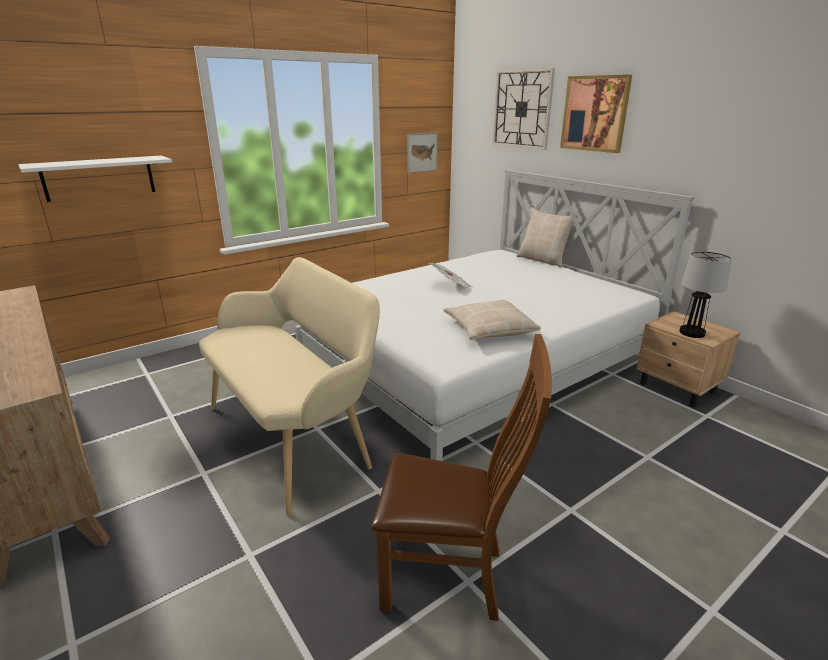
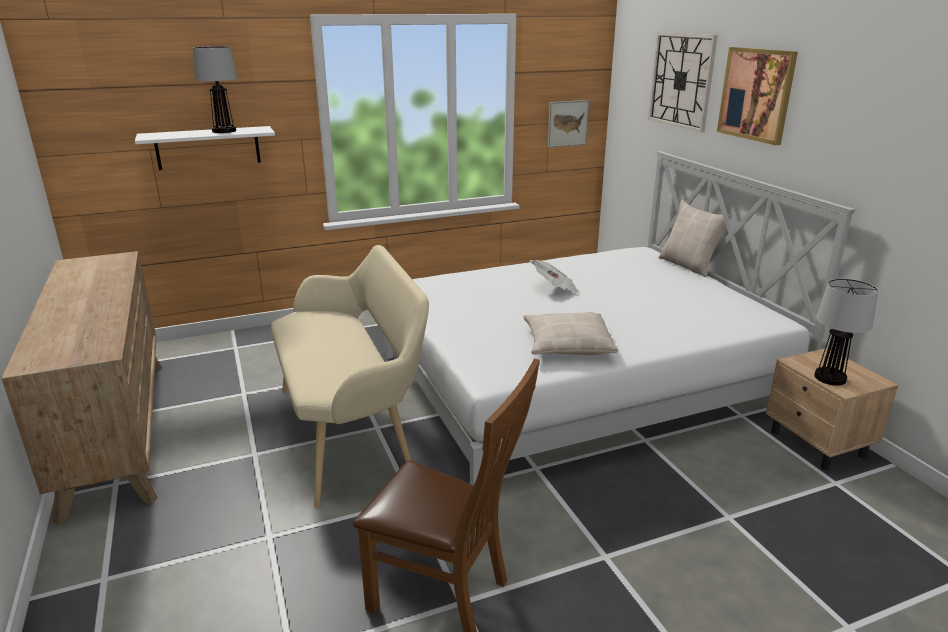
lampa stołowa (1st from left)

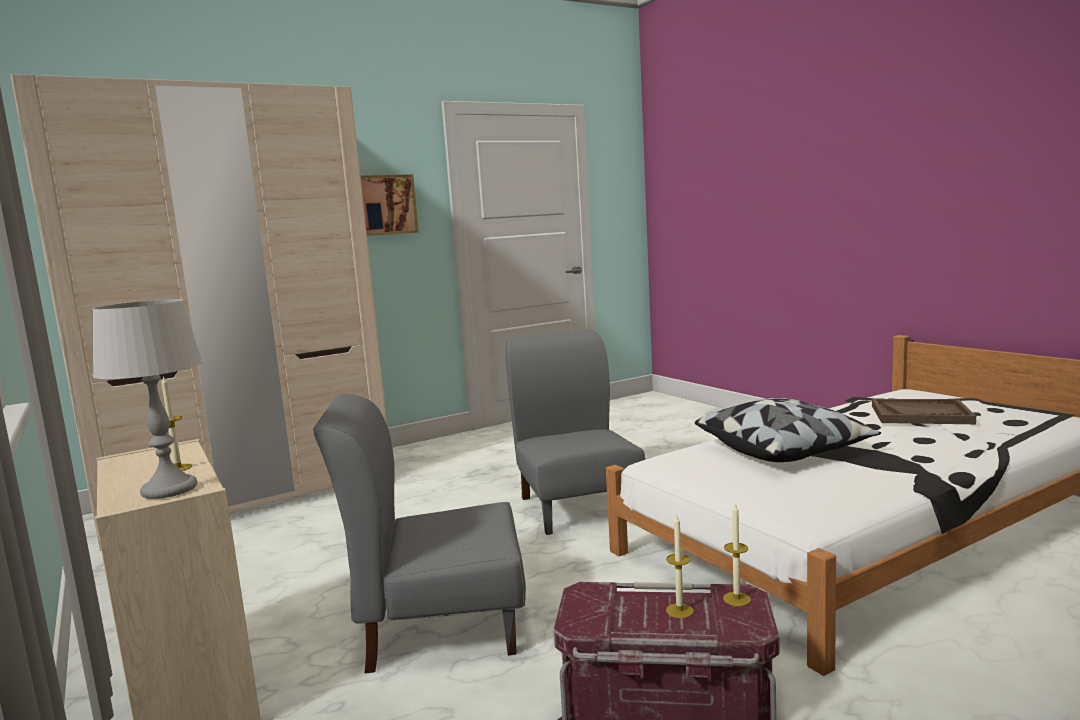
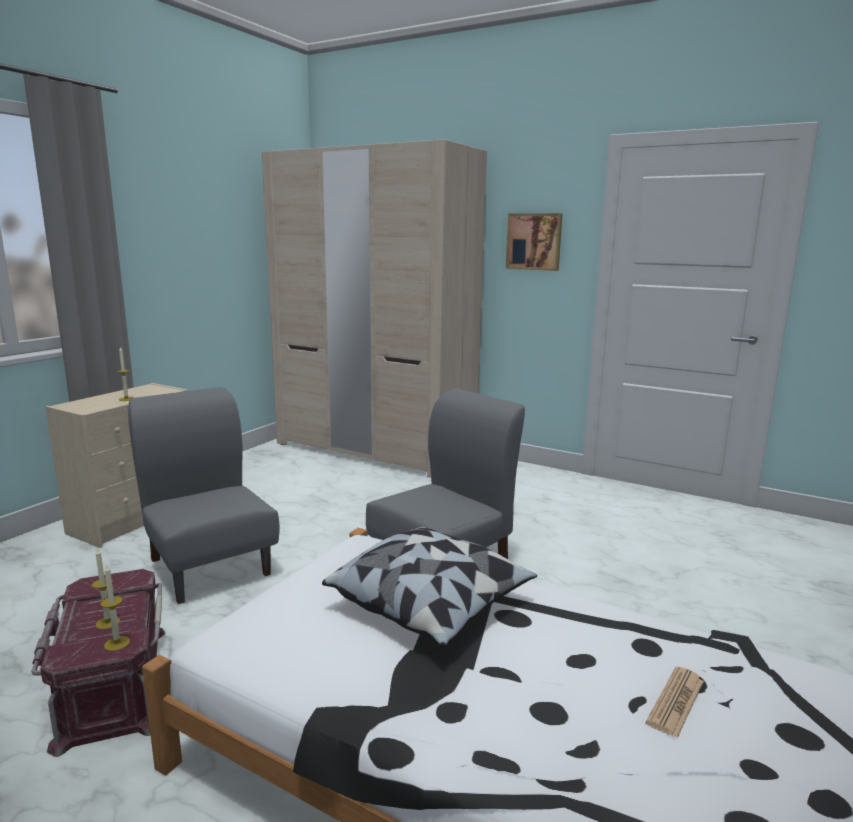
lampa stołowa (szary)
gazeta

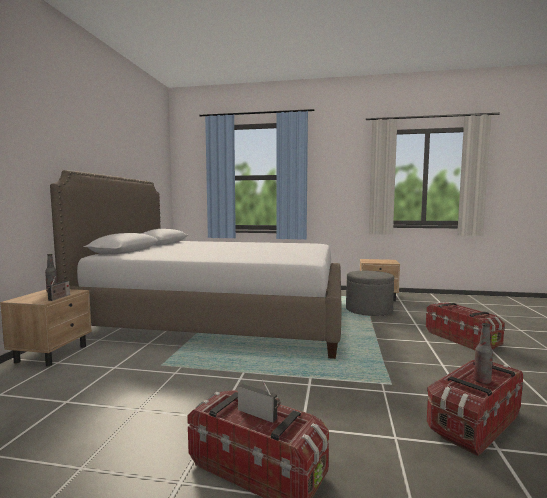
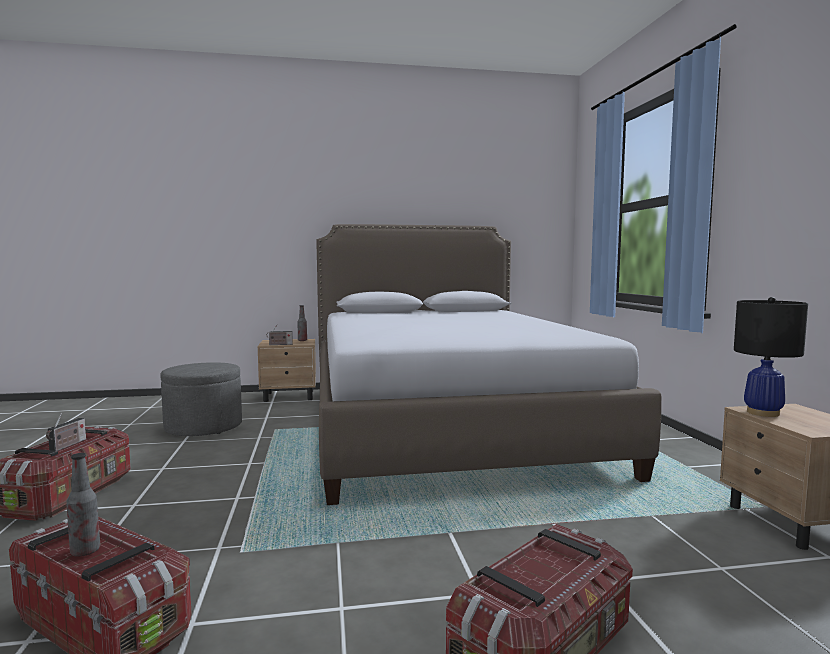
lampa stołowa (czarny)
pufa (szary)

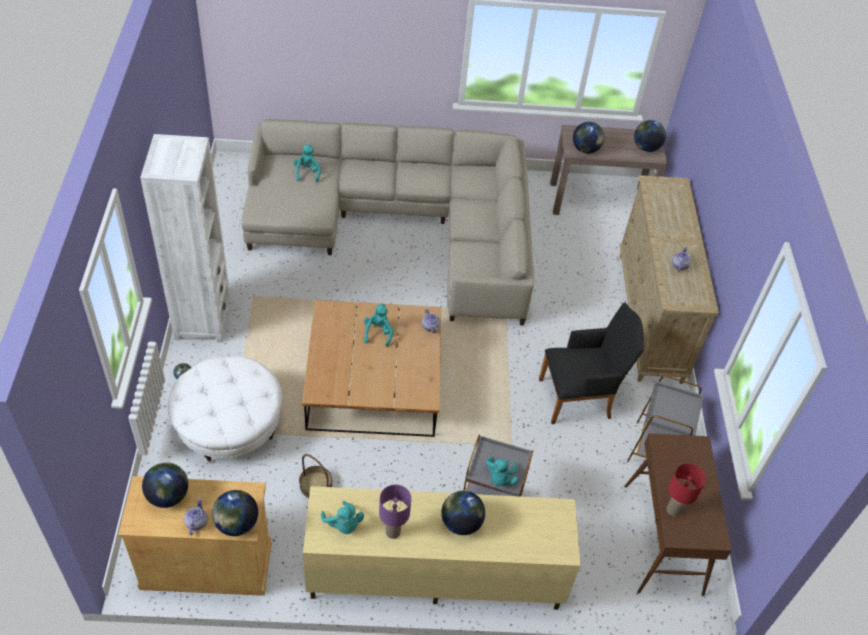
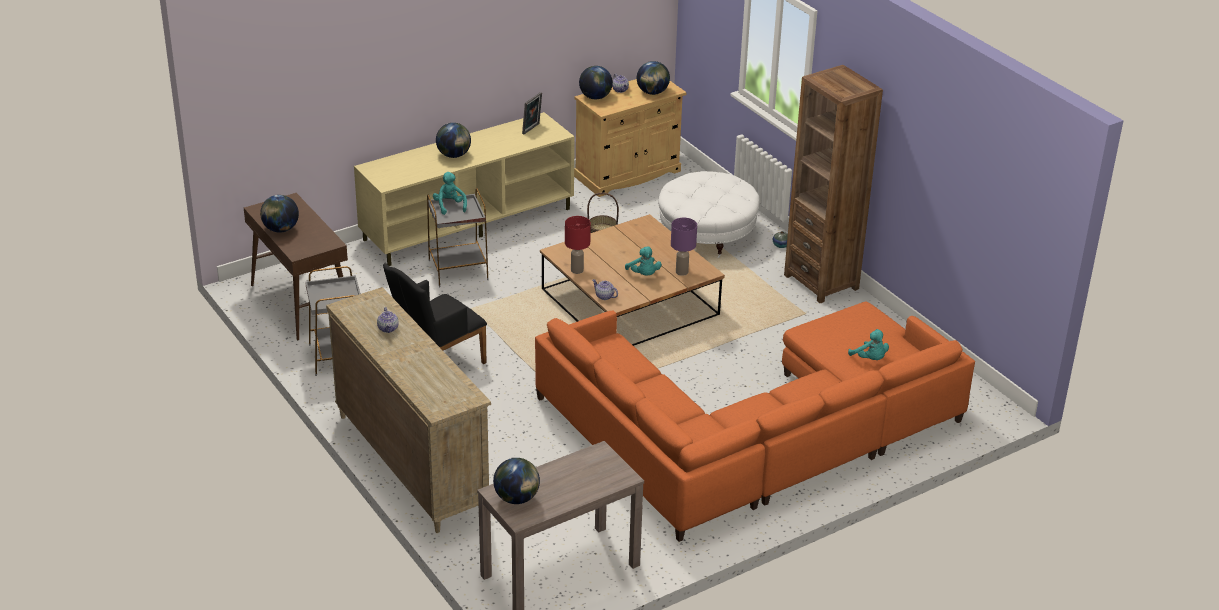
lampa stołowa (fioletowy)
globus (1st from left)
lampa stołowa (czerwony)
ramka na zdjęcie
regał (brązowy)
kanapa (pomarańczowy)

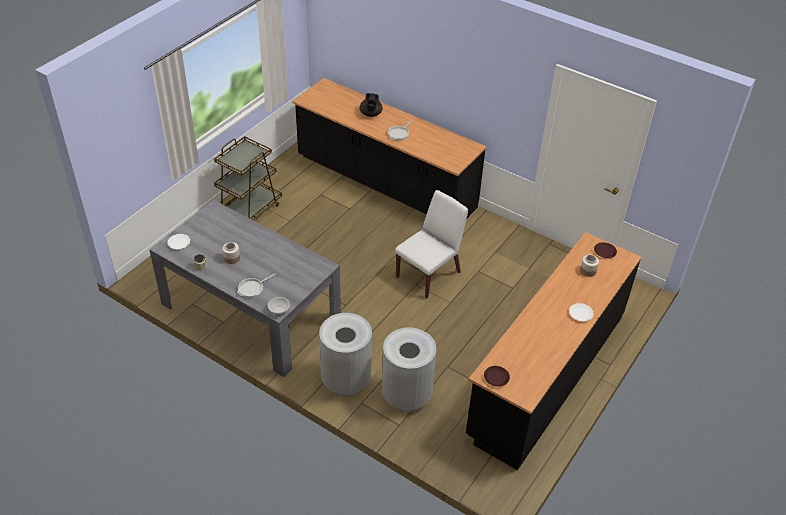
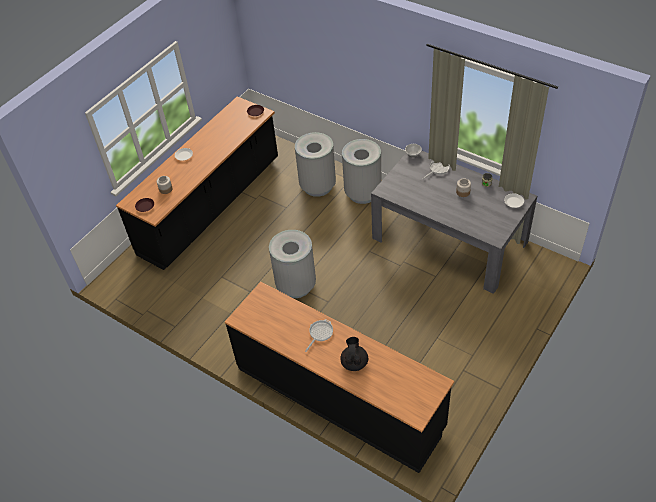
wózek (brązowy)
kosz na śmieci (szary) (1st from left)

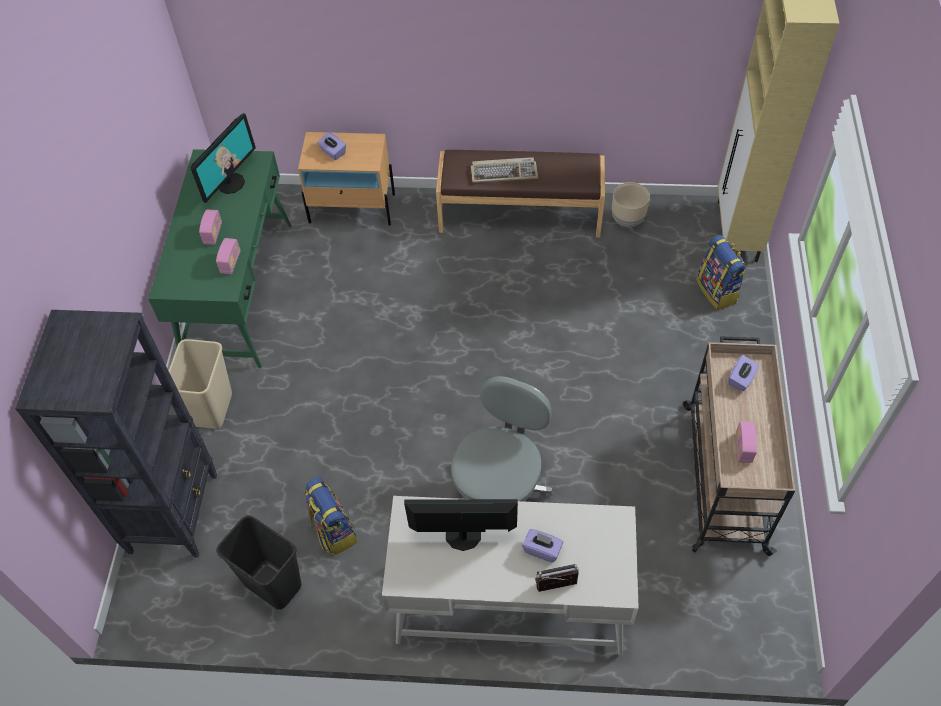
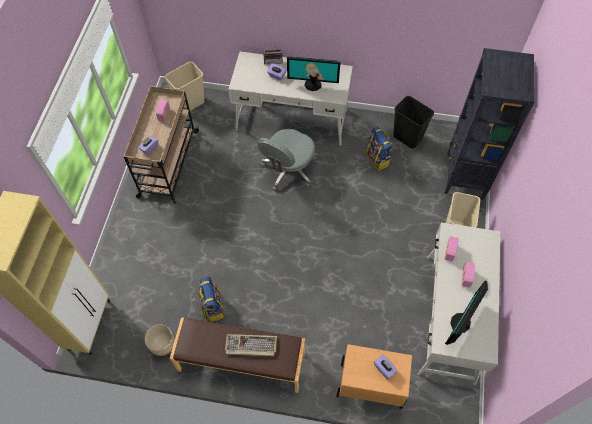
kosz na śmieci (beżowy) (1st from left)
plecak (1st from left)
biurko (biały) (2nd from left)

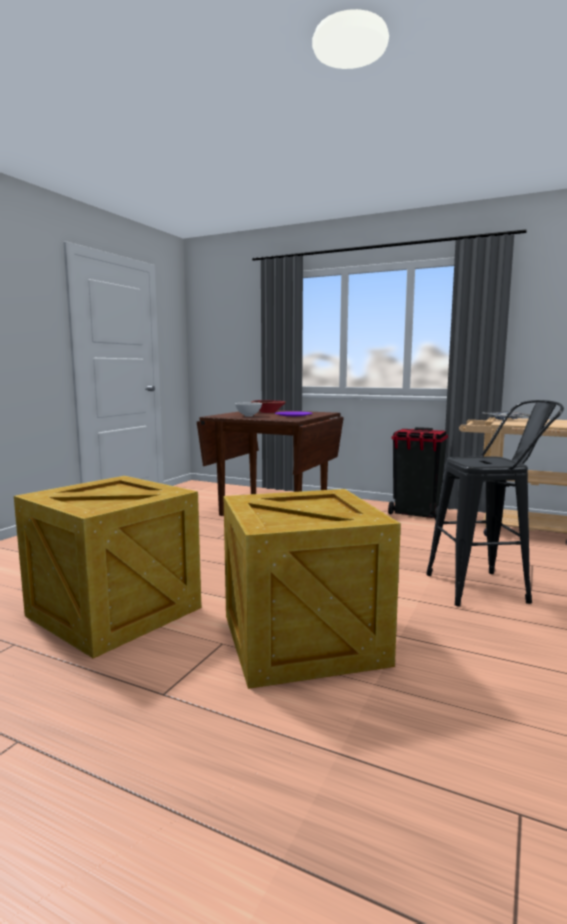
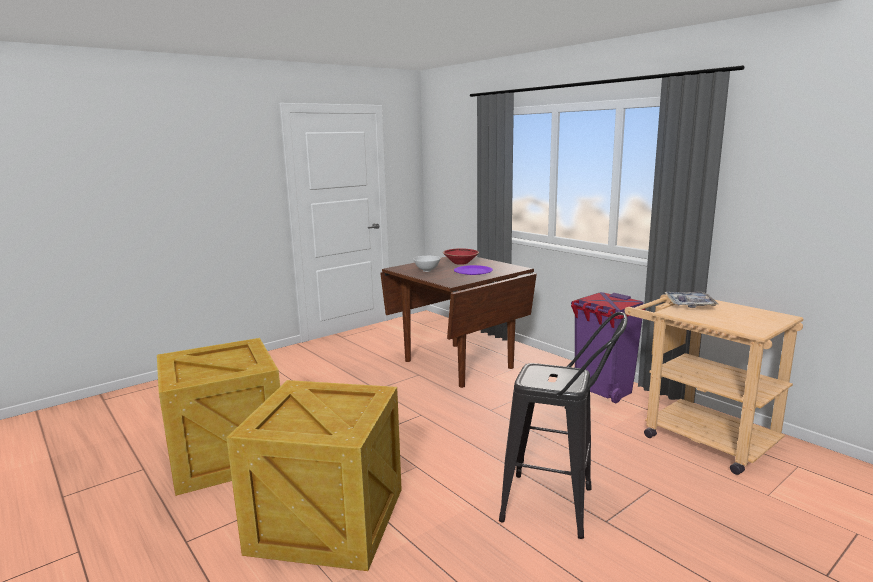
kosz na śmieci (fioletowy)

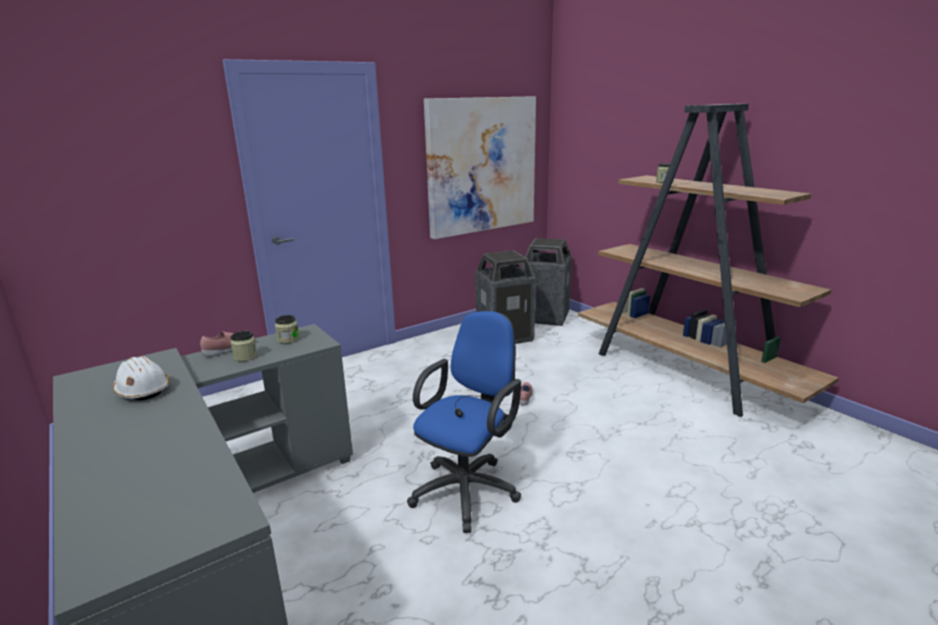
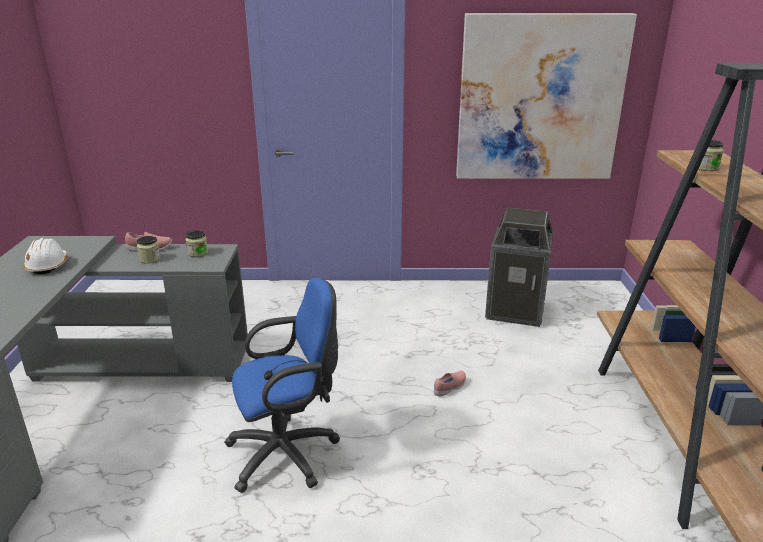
kosz na śmieci (2nd from left in the first image)

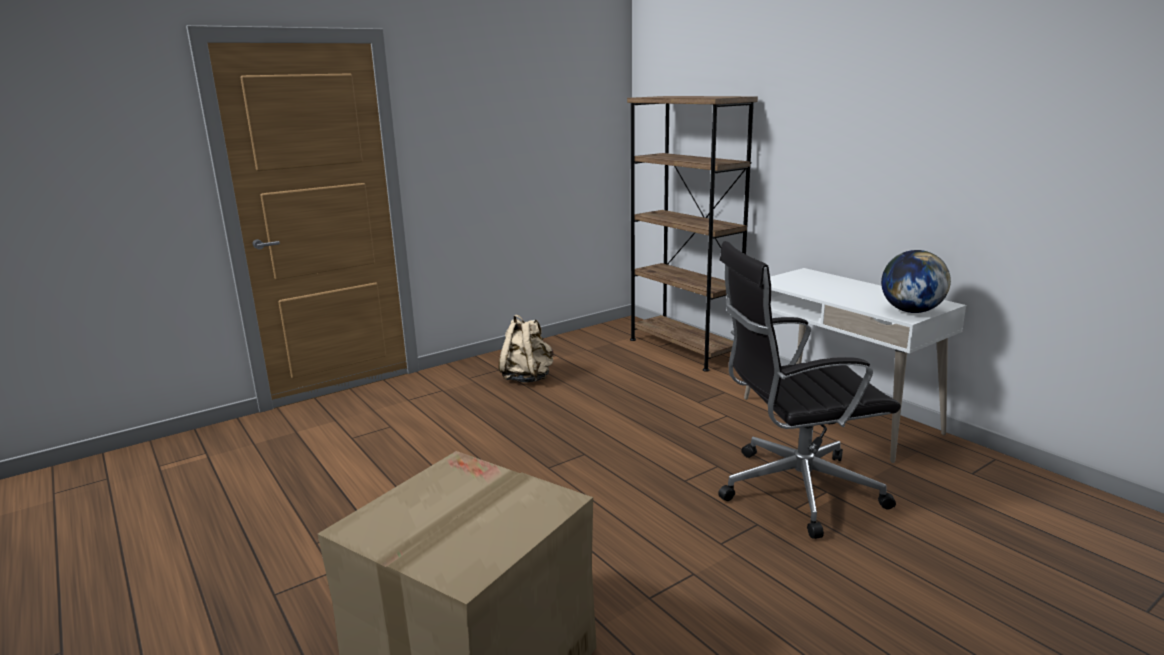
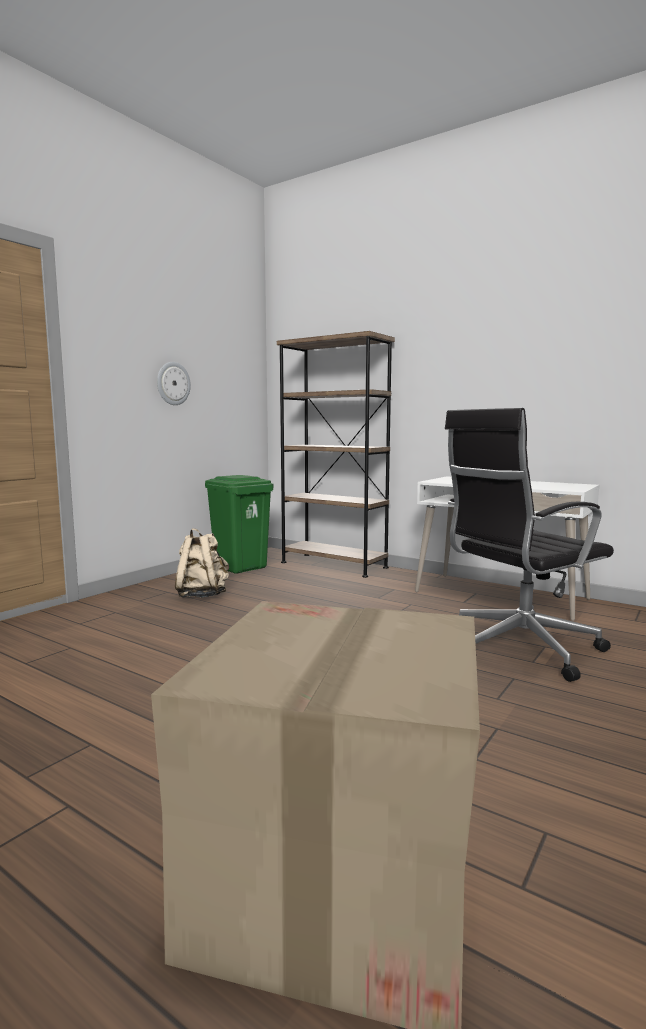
globus
zegar ścienny
kosz na śmieci (zielony)

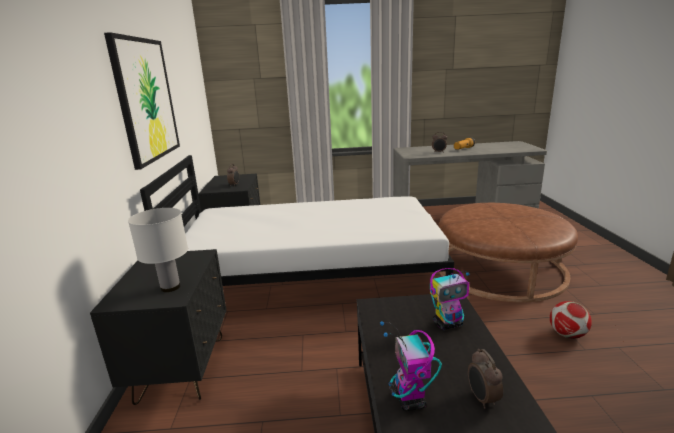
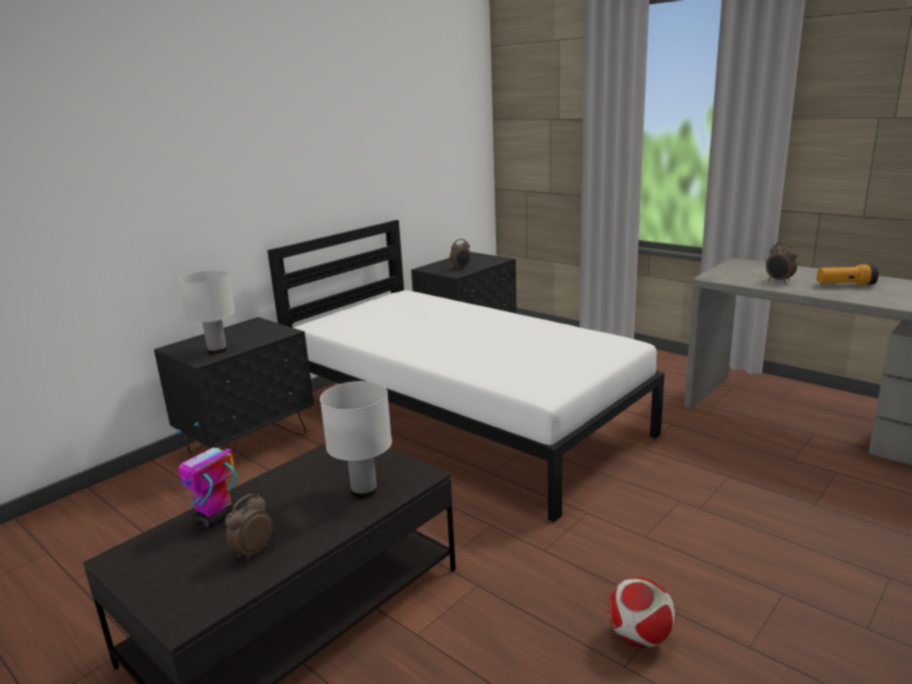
obraz
pufa (brązowy)
lampa stołowa (biały) (2nd from left)

